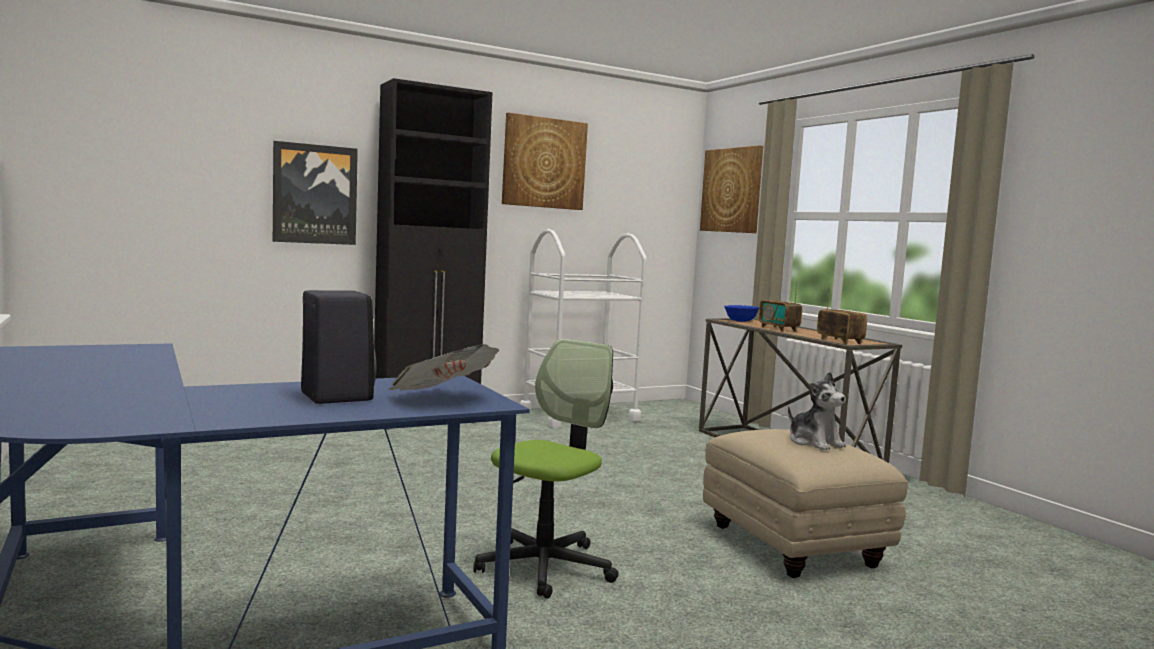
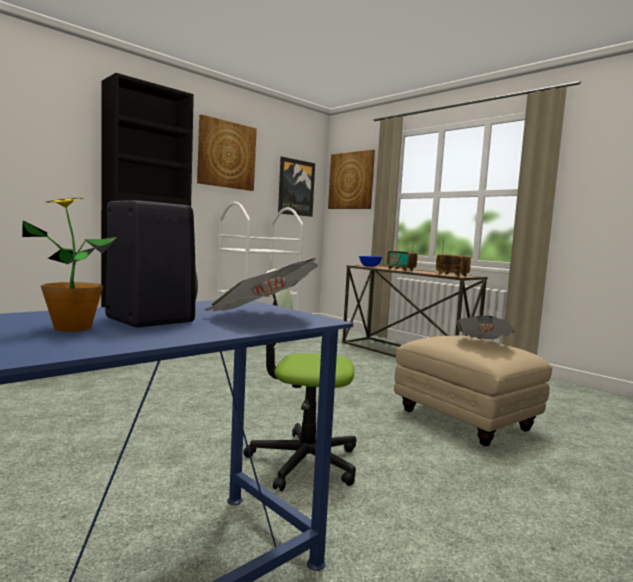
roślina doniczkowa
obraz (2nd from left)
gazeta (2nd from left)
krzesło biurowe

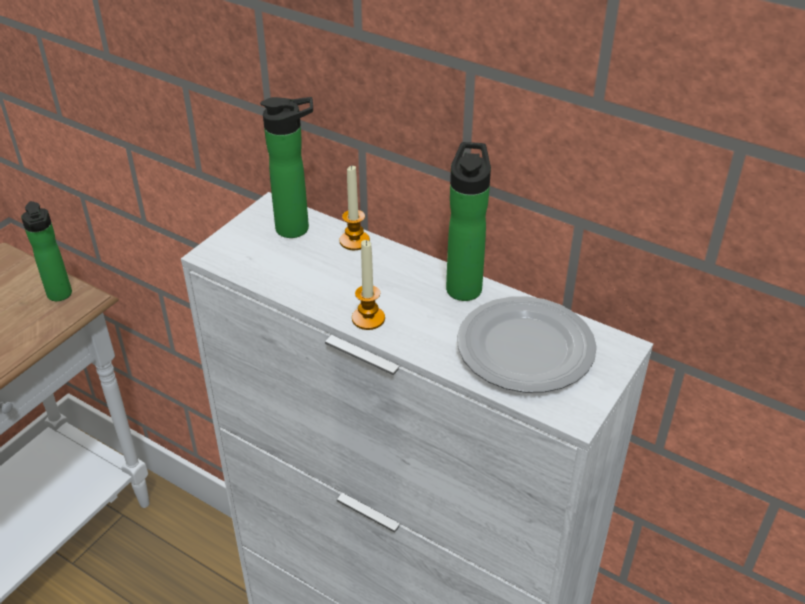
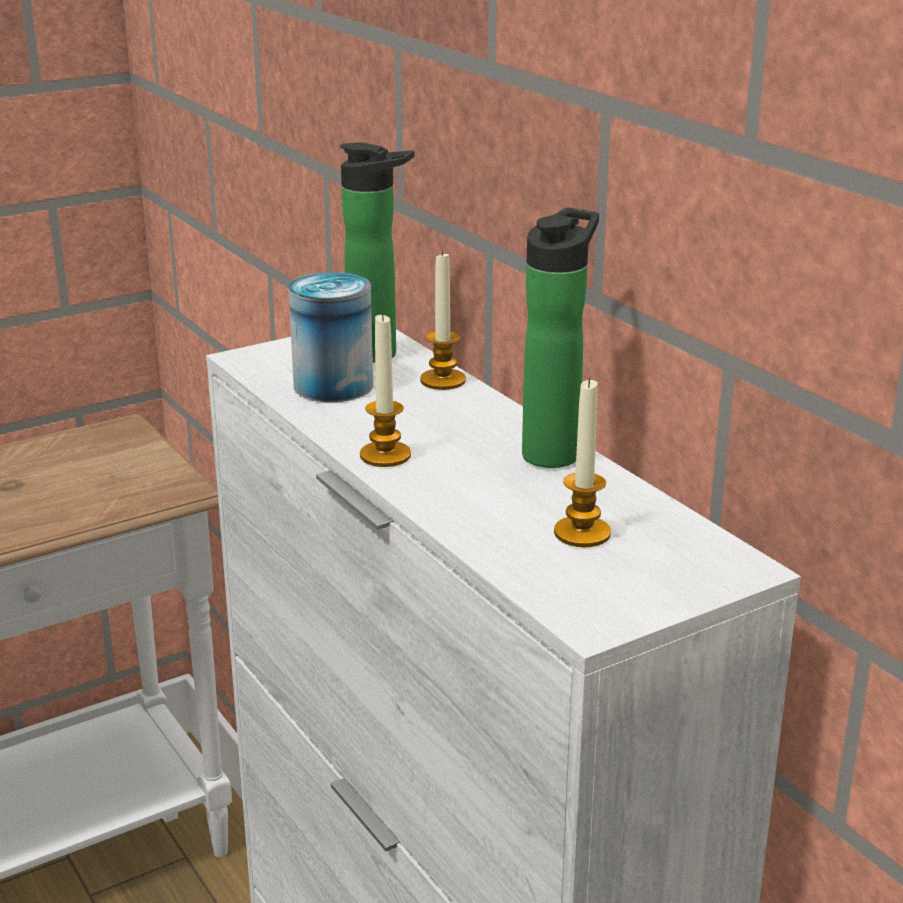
butelka (1st from left in the first image)
puszka
świeca (3rd from left)

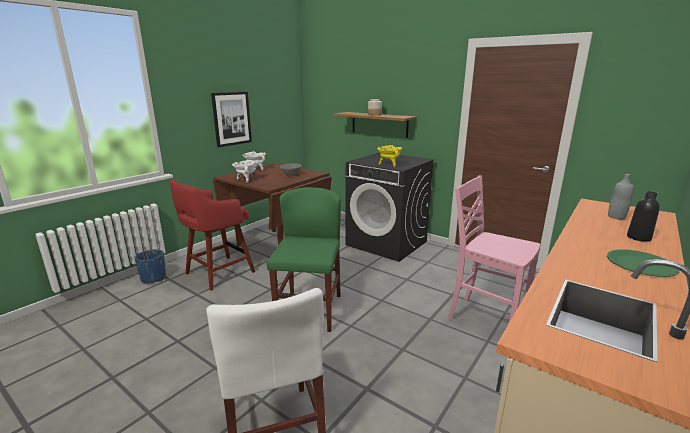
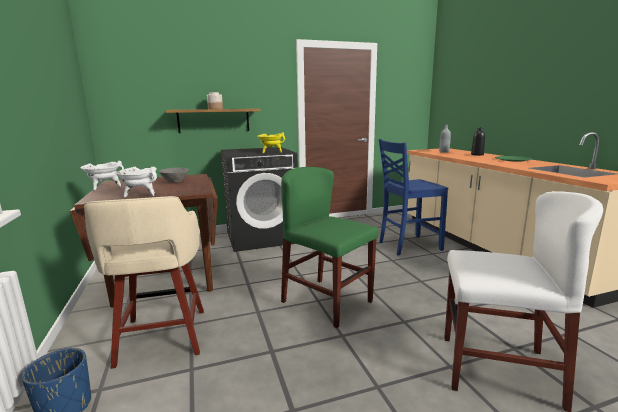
obraz
stołek (beżowy)
krzesło (niebieski)

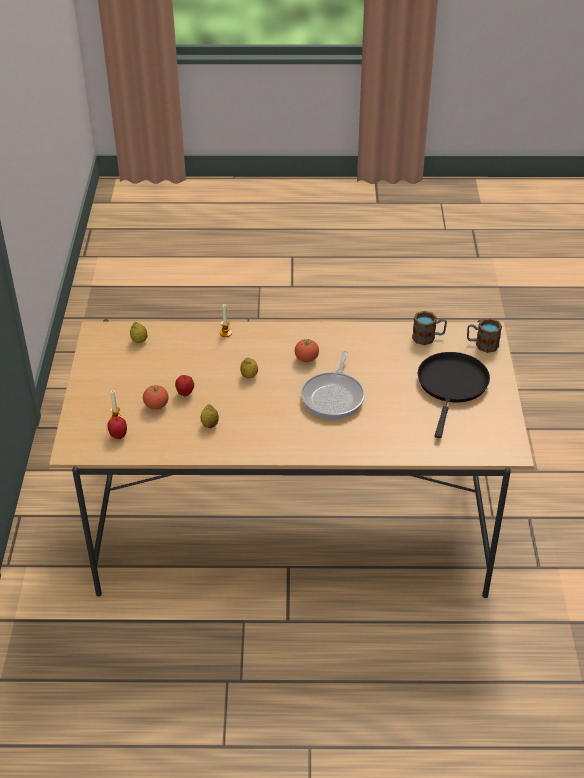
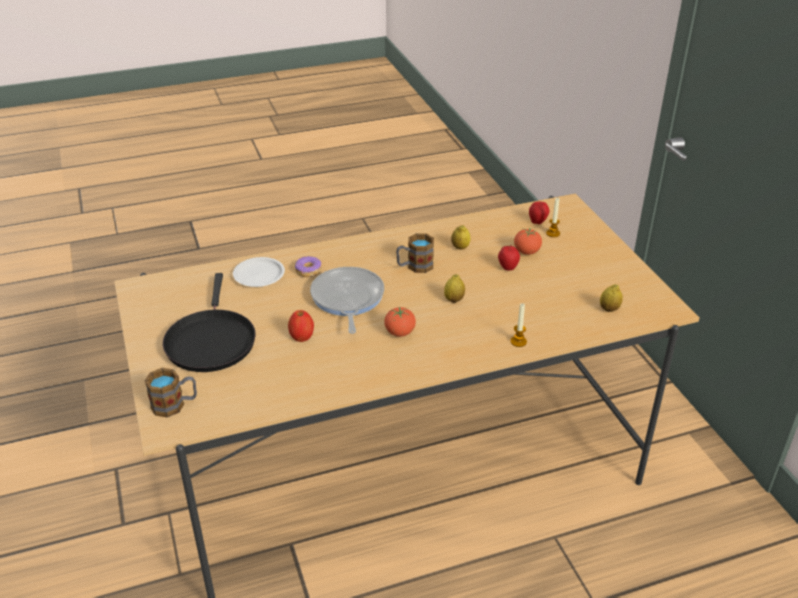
talerz (biały)
jabłko (1st from left)
donut
kubek (2nd from left)

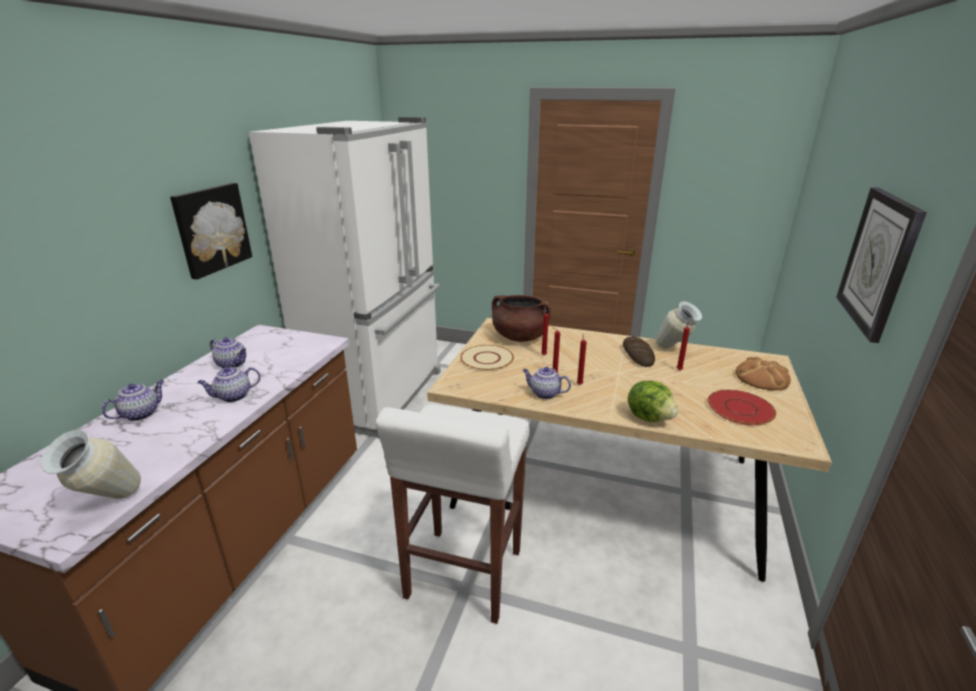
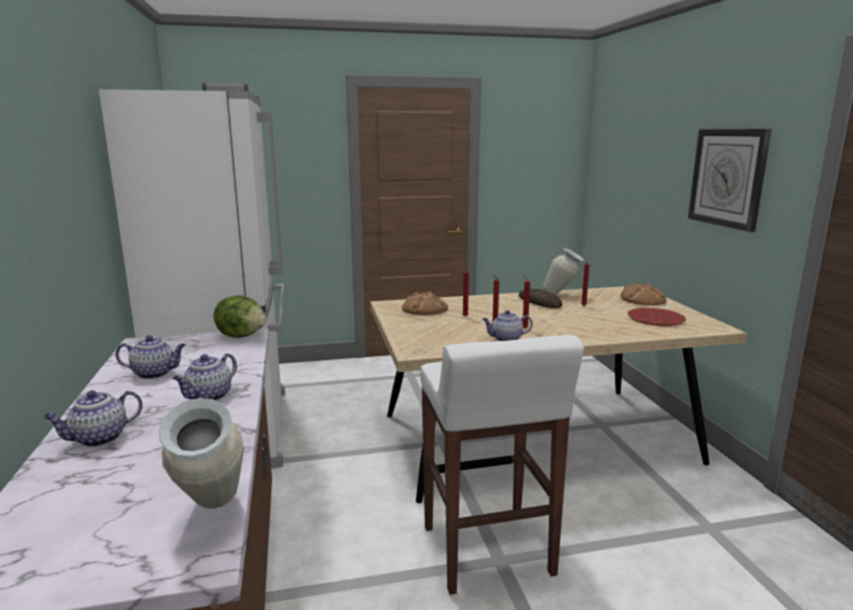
obraz
talerz (beżowy)
sałata
chleb (1st from left)
imbryk (1st from left)

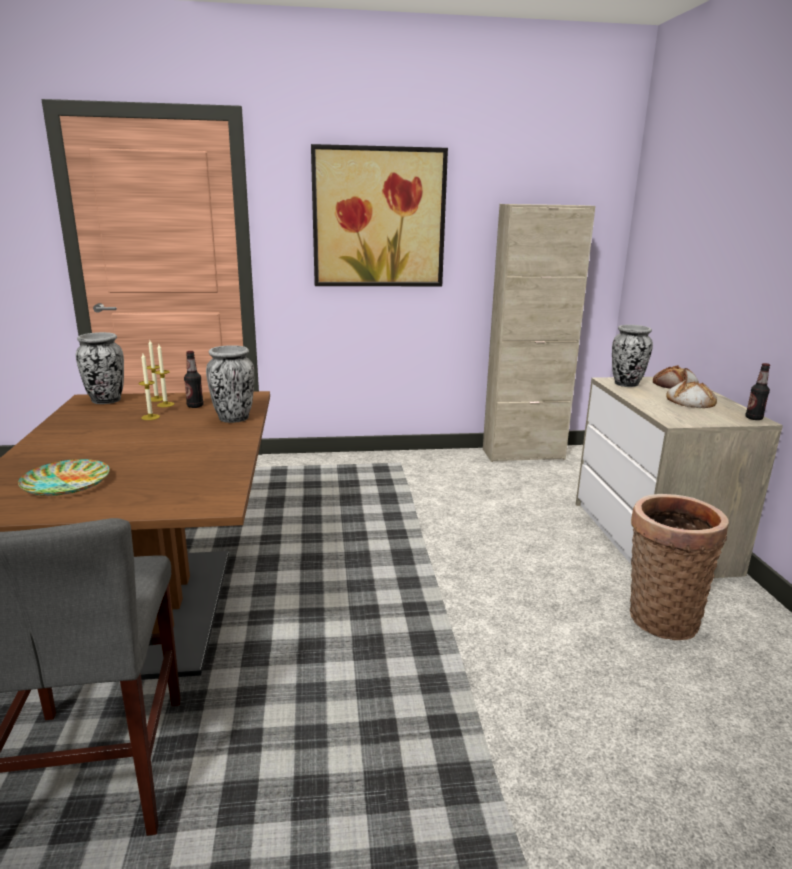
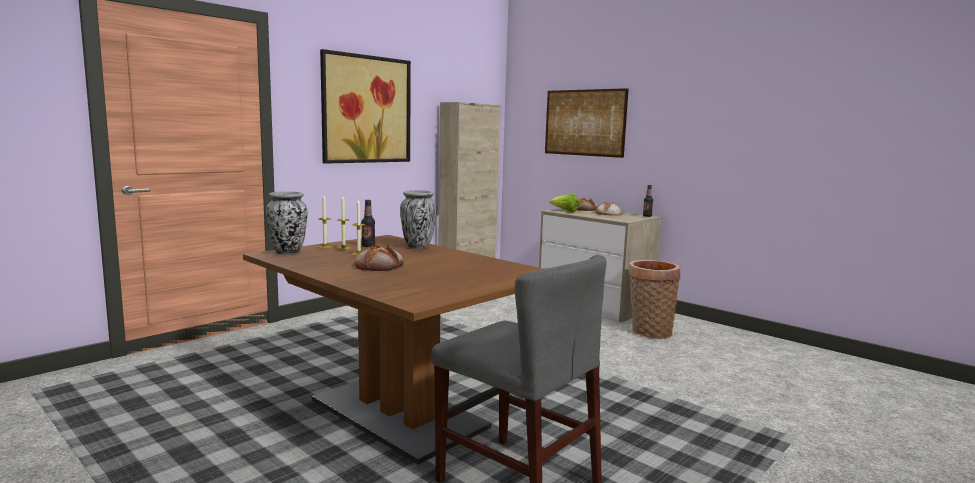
talerz
chleb (1st from left)
obraz (2nd from left)
sałata

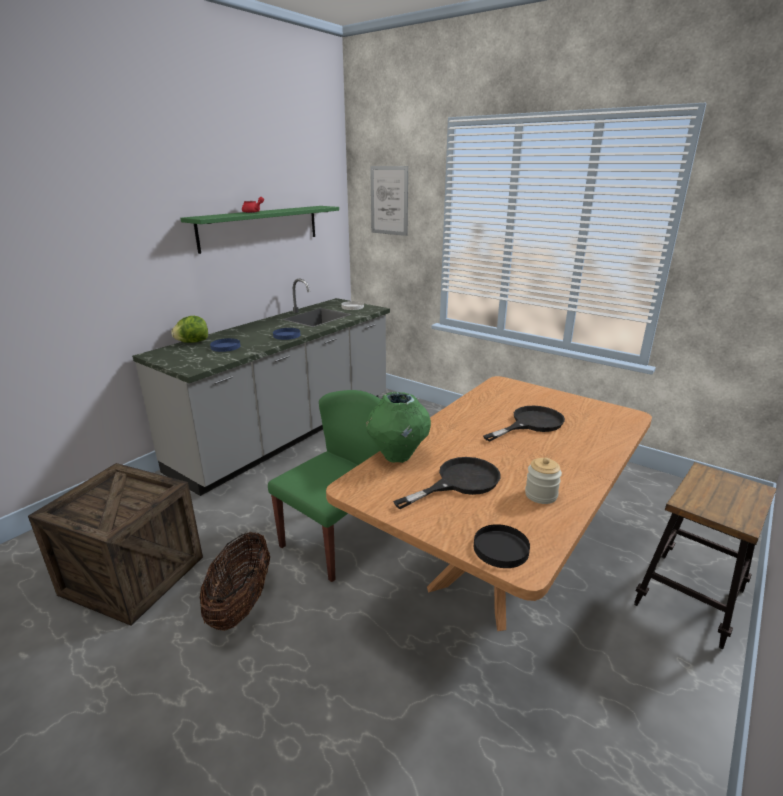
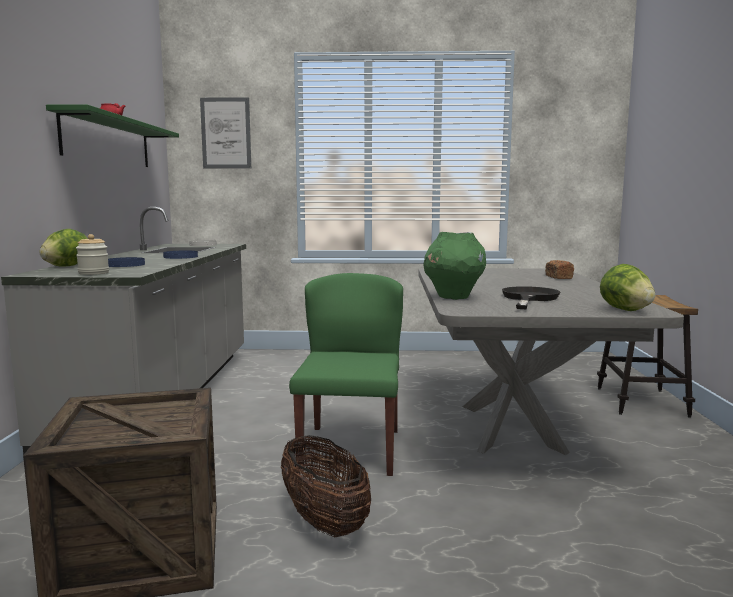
patelnia (czarny) (2nd from left in the first image)
chleb
słoik
sałata (2nd from left)
stół jadalny (szary)

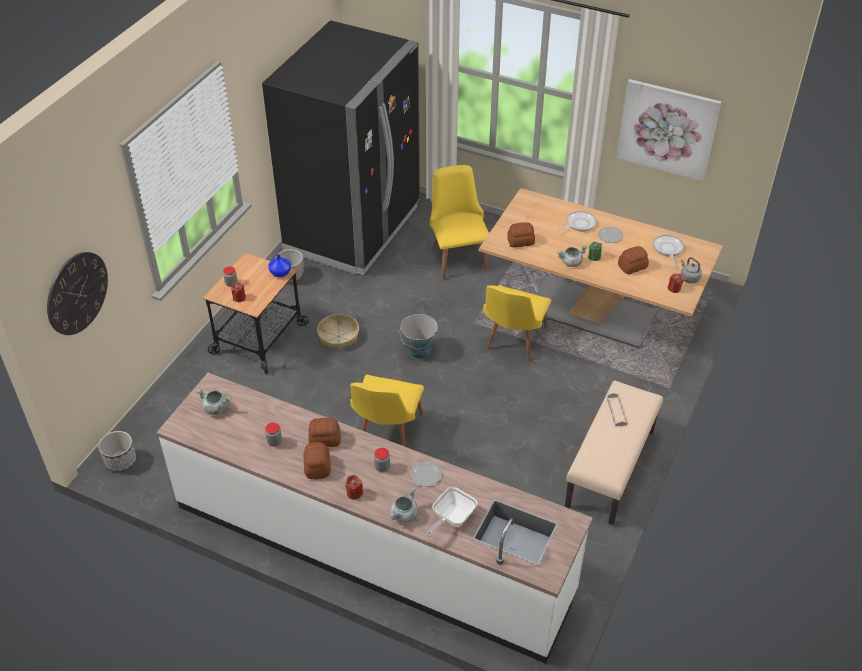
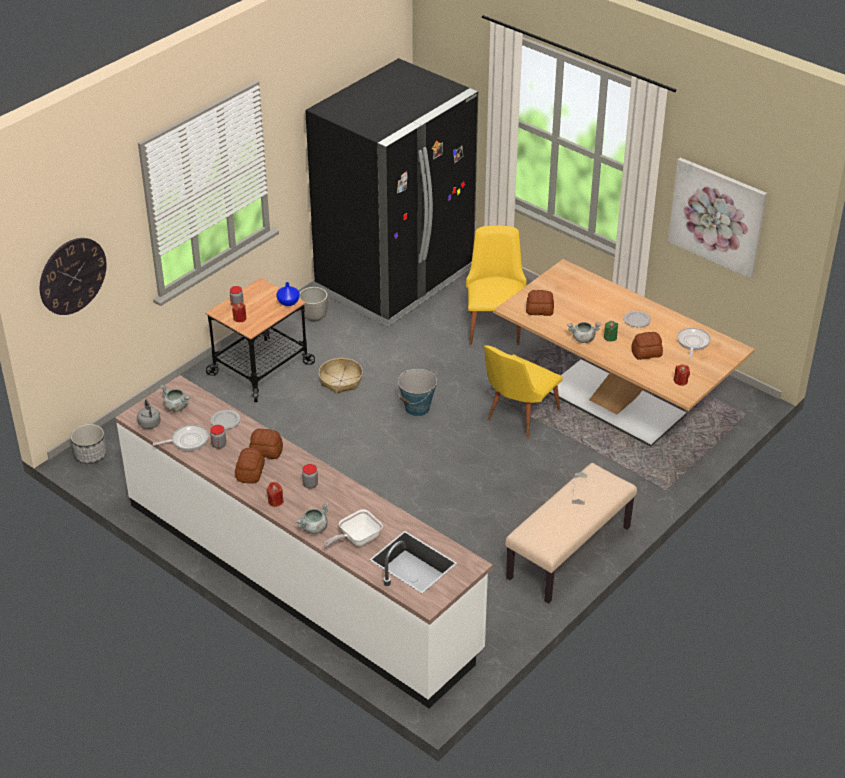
krzesło (żółty) (1st from left in the first image)
talerz (1st from left)
patelnia (1st from left)
czajnik (szary)

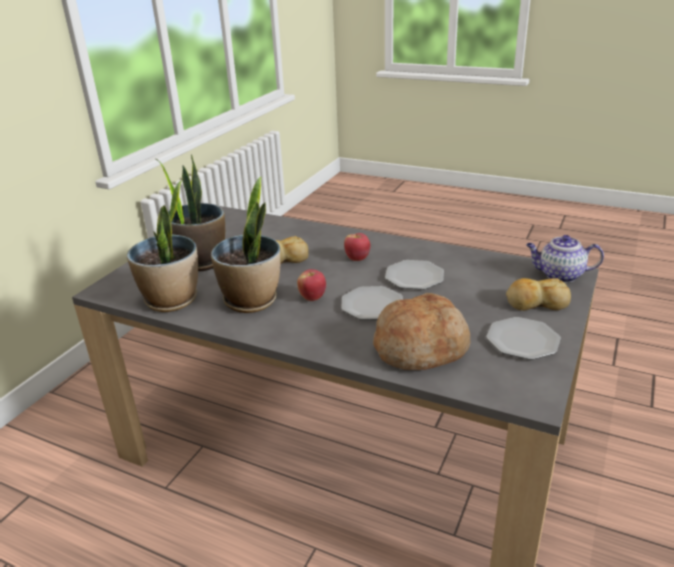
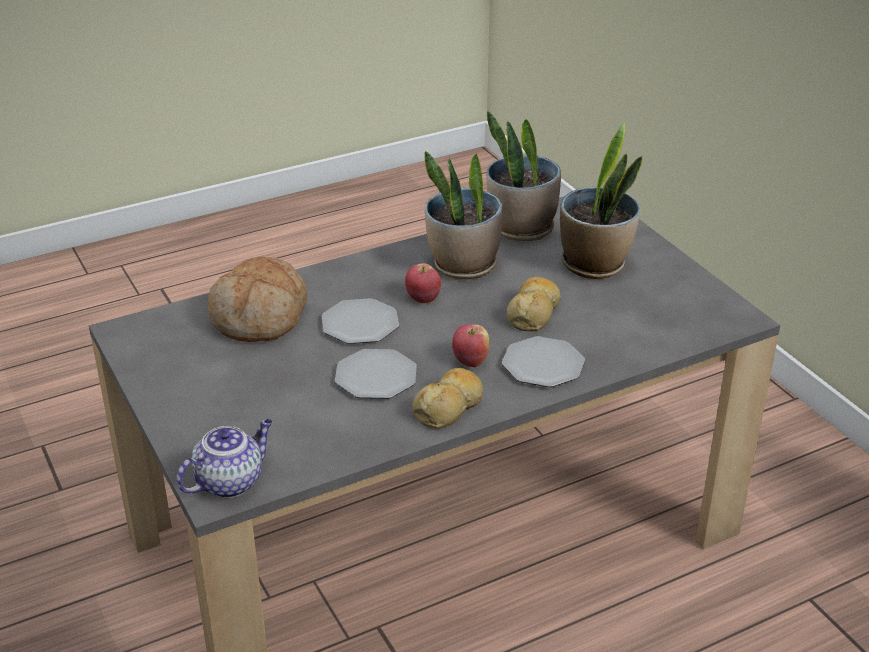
talerz (3rd from left)
chleb (2nd from left)

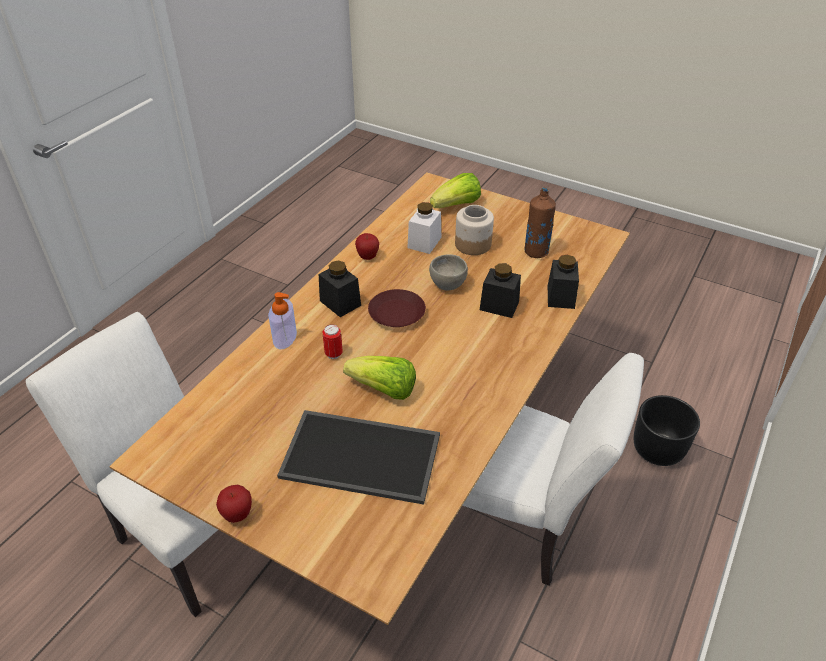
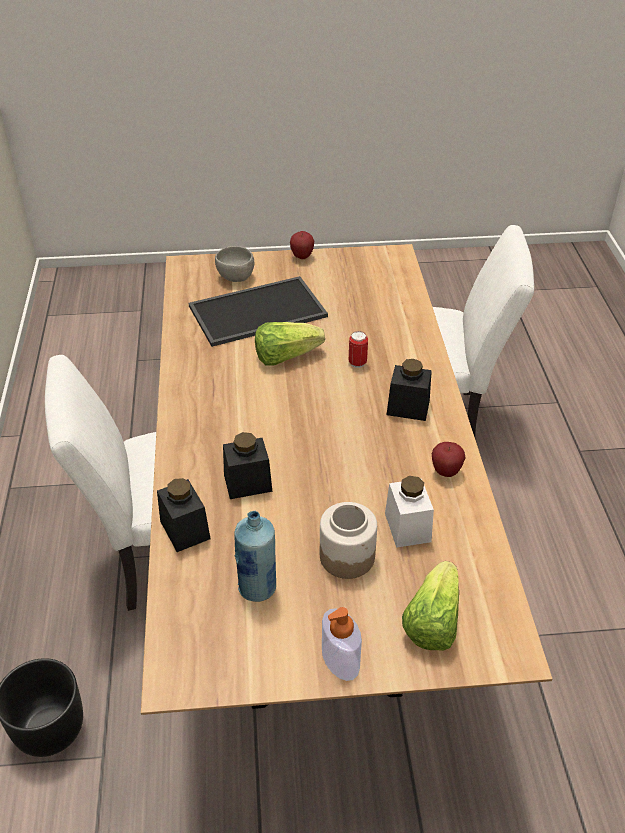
talerz (brązowy)
dozownik mydła
miska (szary)
butelka (niebieski)

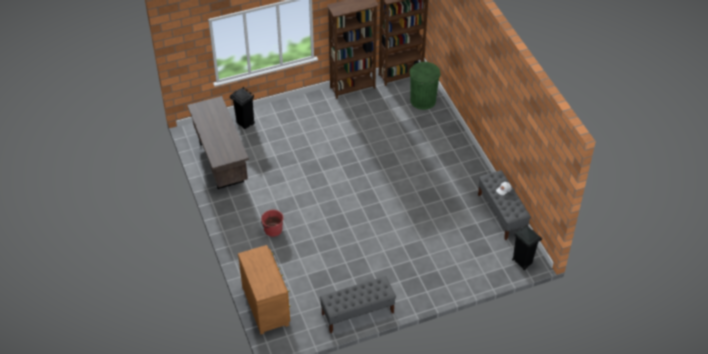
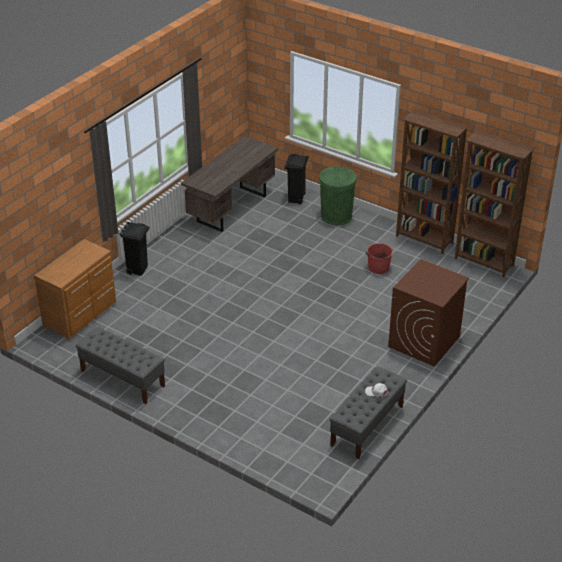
pralka (brązowy)
wiadro (czerwony)
kosz na śmieci (zielony)
kosz na śmieci (czarny) (1st from left)

